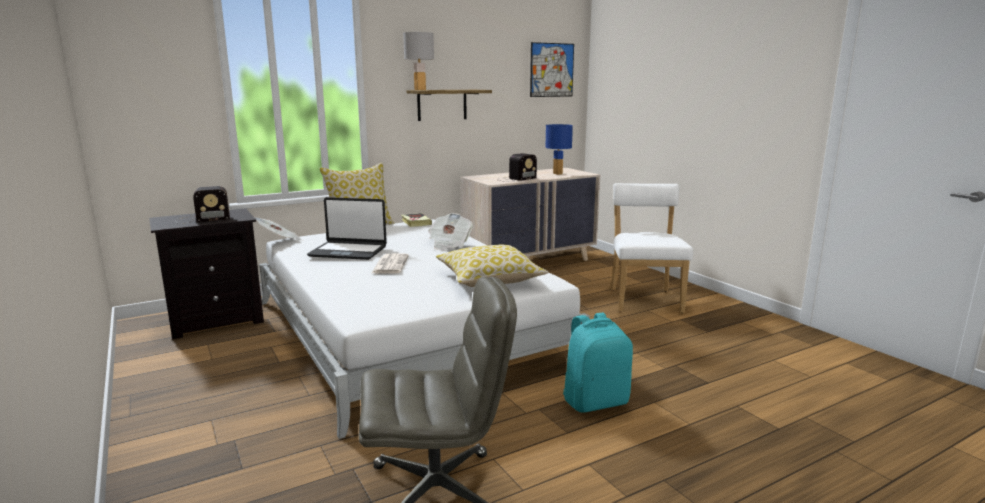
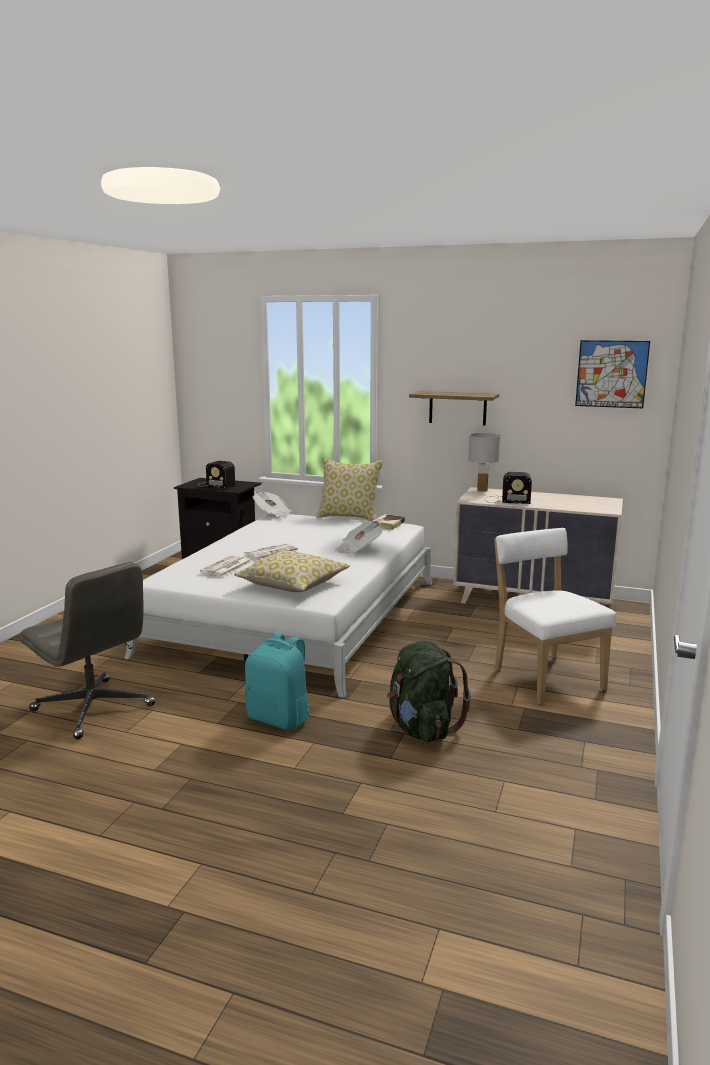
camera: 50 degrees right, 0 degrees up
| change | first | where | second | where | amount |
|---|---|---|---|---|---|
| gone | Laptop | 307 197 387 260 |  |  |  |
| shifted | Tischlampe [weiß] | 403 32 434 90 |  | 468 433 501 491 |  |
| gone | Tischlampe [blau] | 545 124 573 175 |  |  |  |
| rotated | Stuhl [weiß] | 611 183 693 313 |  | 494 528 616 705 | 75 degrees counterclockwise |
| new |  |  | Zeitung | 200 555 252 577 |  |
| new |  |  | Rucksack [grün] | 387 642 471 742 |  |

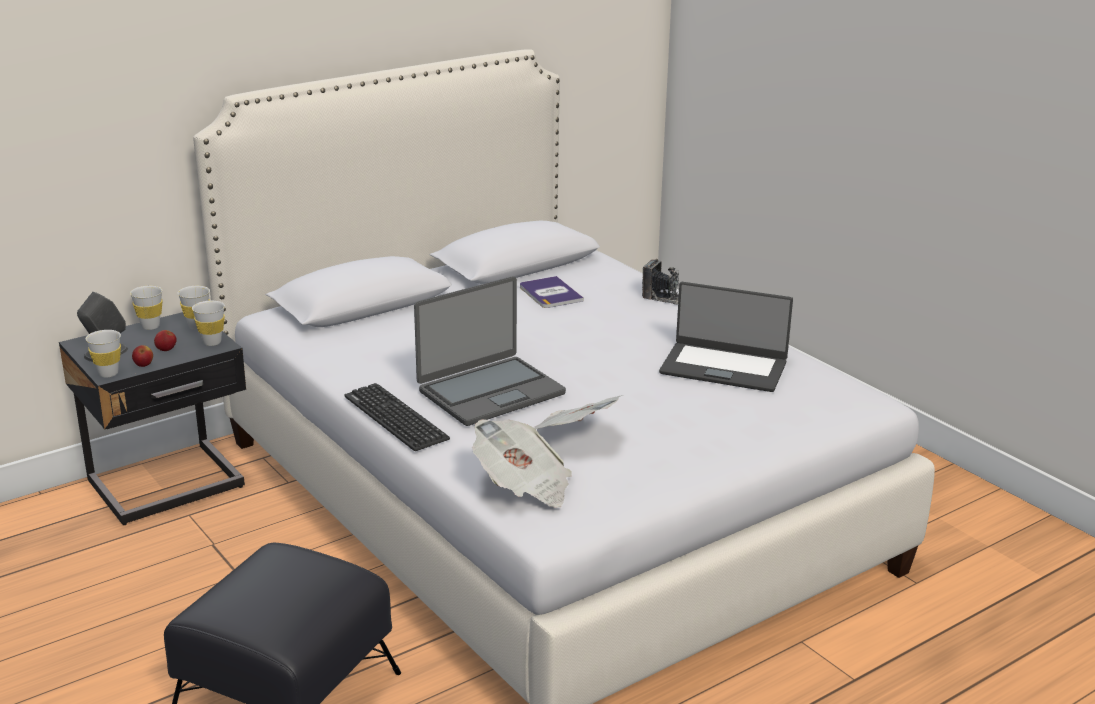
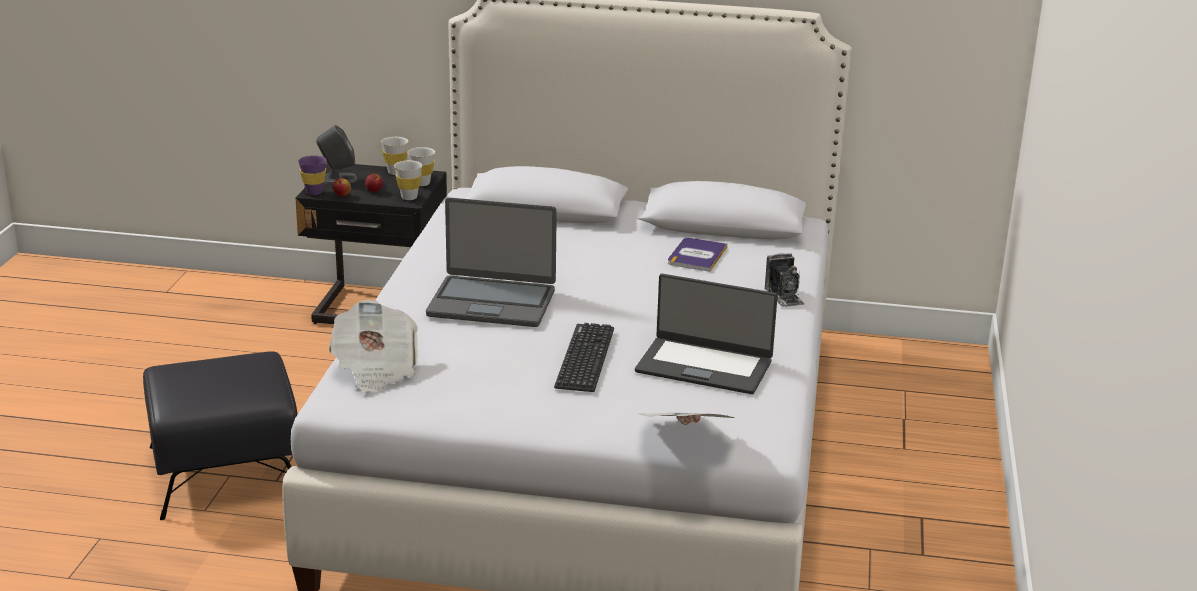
camera: 45 degrees right, 0 degrees up
| change | first | where | second | where | amount |
|---|---|---|---|---|---|
| repainted | Tasse [weiß] | 86 330 121 378 | Tasse [lila] | 298 155 327 195 |  |
| shifted | Tastatur | 344 383 450 451 |  | 554 323 614 392 |  |
| shifted | Zeitung | 535 395 623 429 |  | 638 413 734 425 |  |
| rotated | Laptop | 659 282 793 392 |  | 635 274 778 394 | 45 degrees counterclockwise |

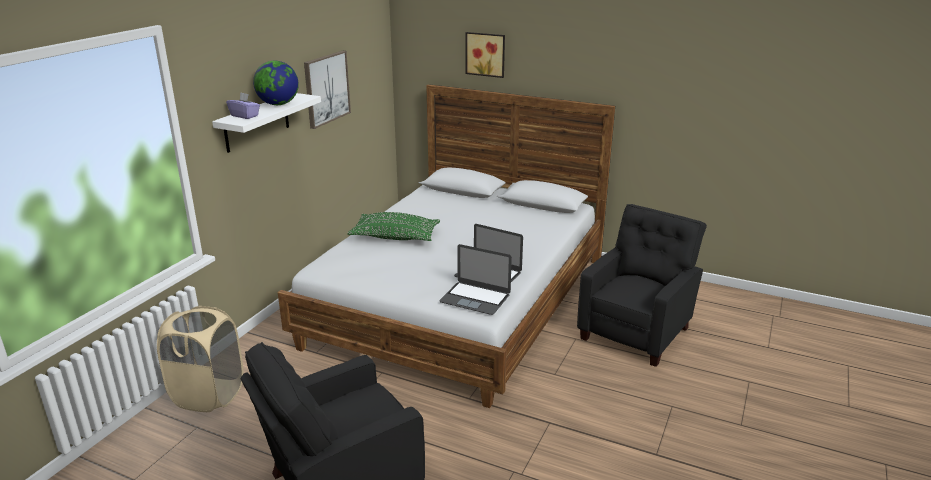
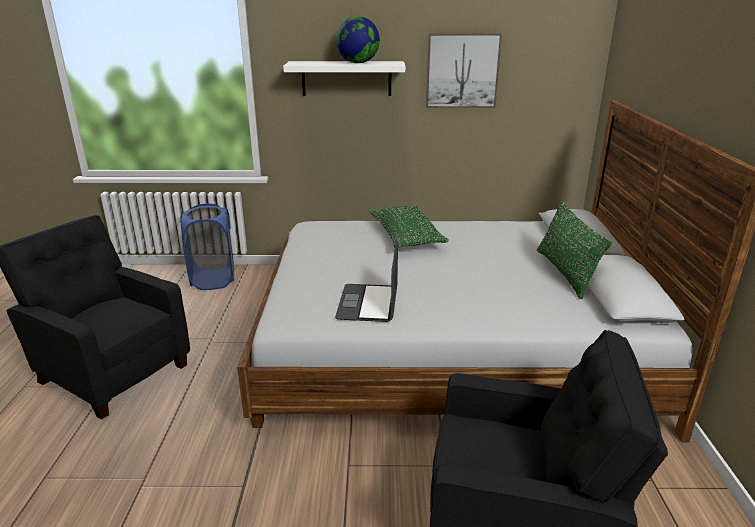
camera: 65 degrees right, 0 degrees up
| change | first | where | second | where | amount |
|---|---|---|---|---|---|
| repainted | Wäschekorb [beige] | 157 306 243 412 | Wäschekorb [blau] | 180 204 234 290 |  |
| gone | Taschentuchbox [lila] | 226 92 260 119 |  |  |  |
| gone | Laptop | 439 244 512 315 |  |  |  |
| gone | Bild | 466 32 505 78 |  |  |  |
| new |  |  | Kissen [grün] | 537 201 612 299 |  |

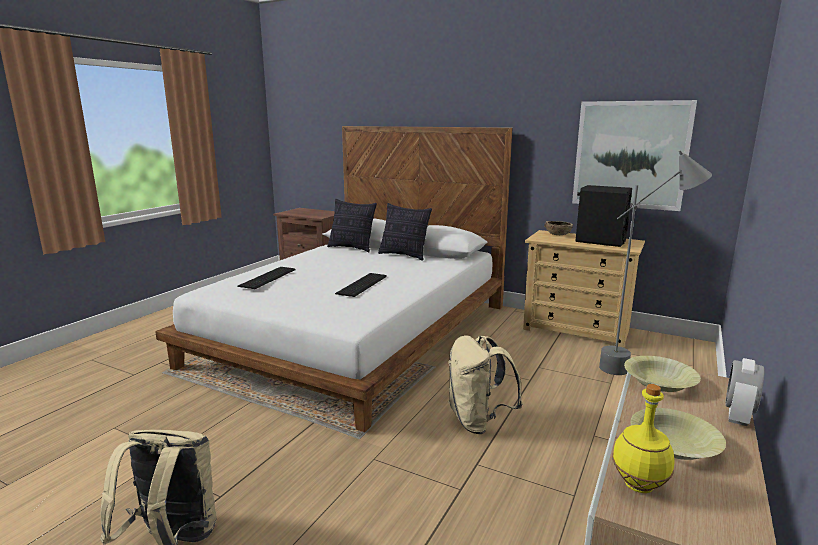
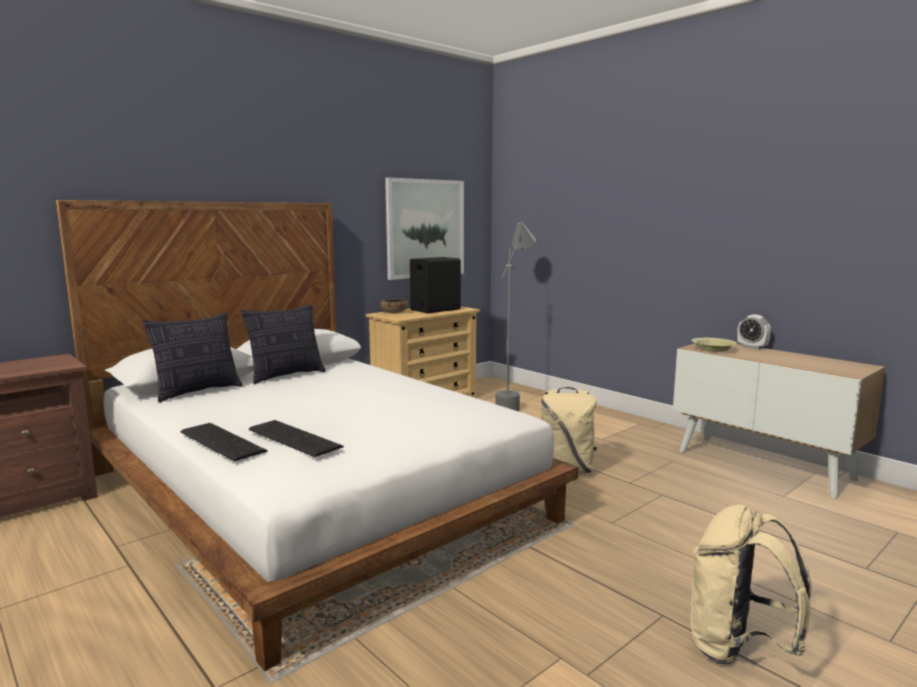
camera: 70 degrees left, 5 degrees down
| change | first | where | second | where | amount |
|---|---|---|---|---|---|
| shifted | Tastatur | 335 273 387 297 |  | 181 423 268 462 |  |
| gone | Flasche [gelb] | 612 384 674 493 |  |  |  |
| gone | Schüssel [gelb] | 631 408 726 460 |  |  |  |

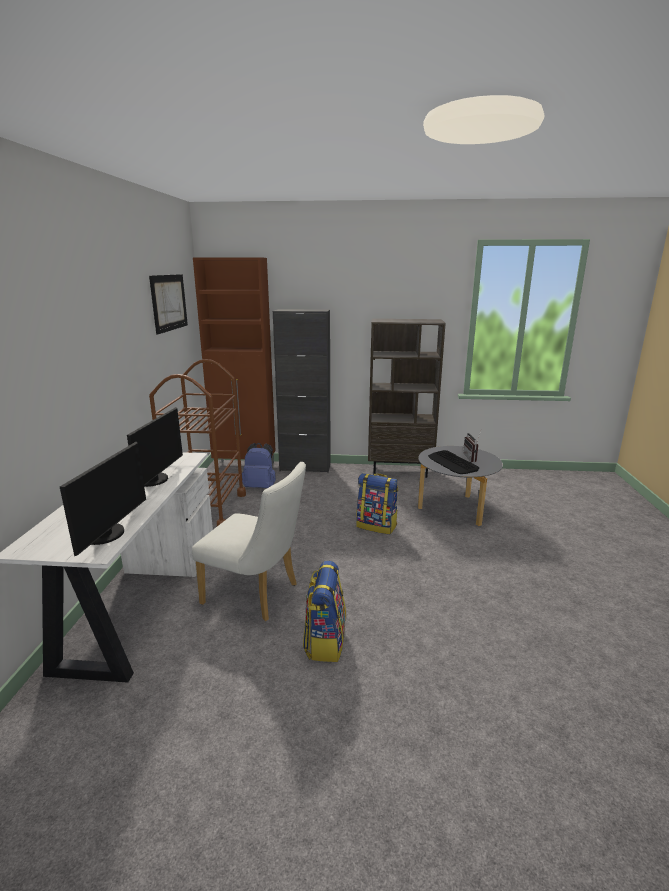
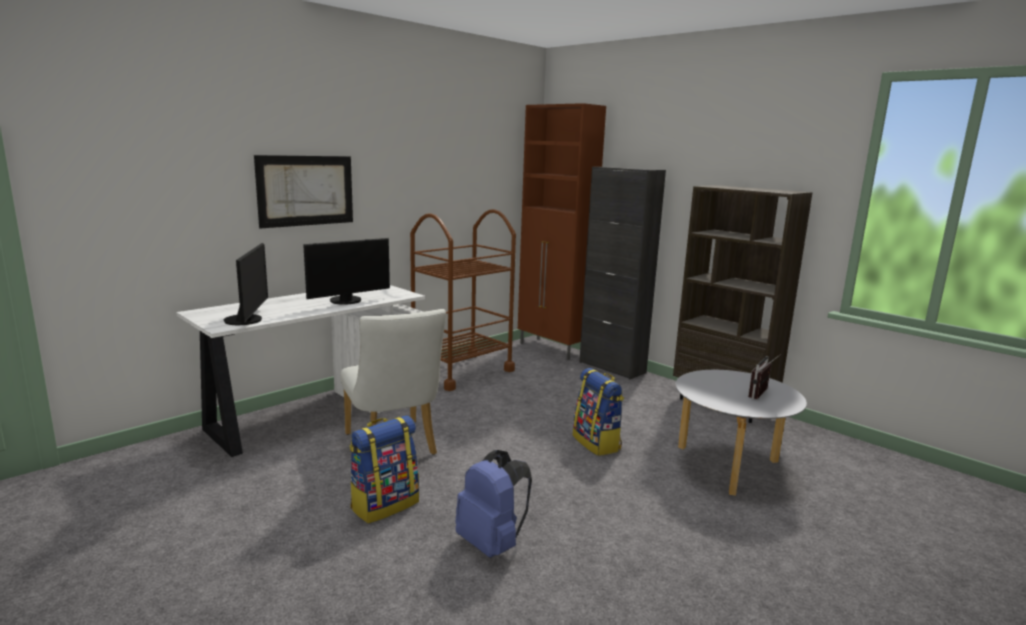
camera: 40 degrees right, 5 degrees down
| change | first | where | second | where | amount |
|---|---|---|---|---|---|
| rotated | Monitor | 60 442 146 556 |  | 224 243 268 325 | 60 degrees counterclockwise |
| shifted | Bild | 149 274 188 335 |  | 254 155 353 229 |  |
| shifted | Rucksack [blau] | 242 443 276 488 |  | 455 450 532 558 |  |
| gone | Tastatur | 428 450 479 474 |  |  |  |

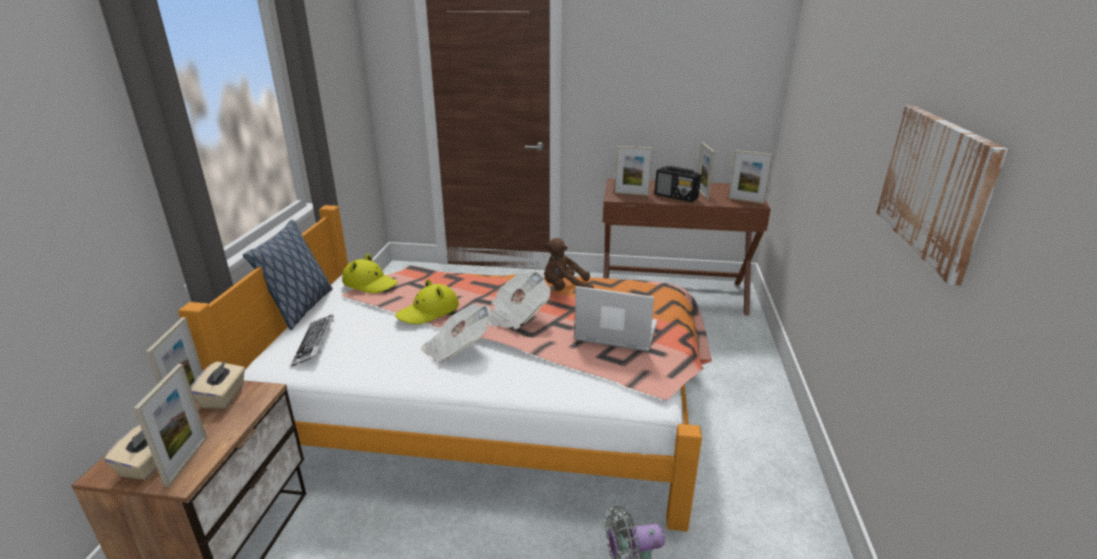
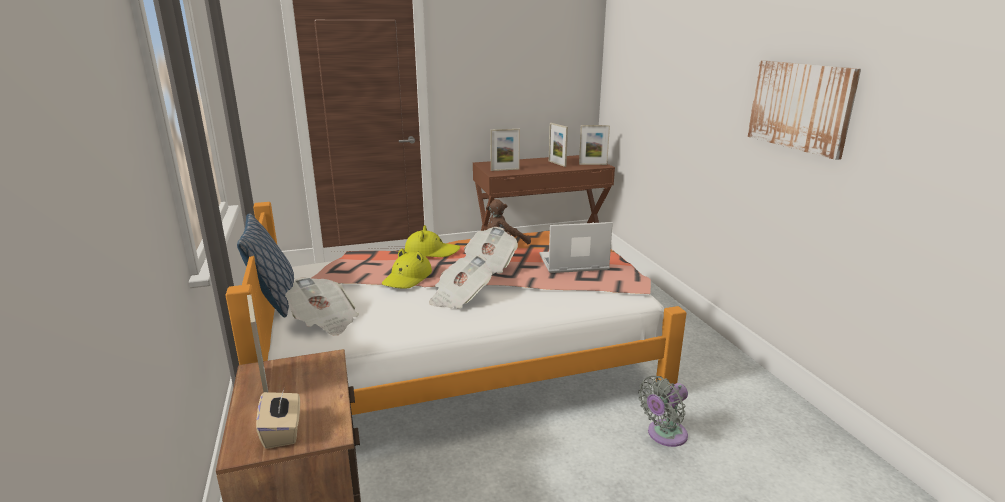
camera: 25 degrees left, 5 degrees down
| change | first | where | second | where | amount |
|---|---|---|---|---|---|
| gone | Bilderrahmen | 134 364 207 487 |  |  |  |
| gone | Taschentuchbox [beige] | 191 360 245 408 |  |  |  |
| swapped | Tastatur | 291 315 334 367 | Zeitung | 285 277 359 335 |  |
| shifted | Hut [gelb] | 342 254 398 293 |  | 405 225 460 257 |  |
| gone | Radio | 655 166 701 202 |  |  |  |

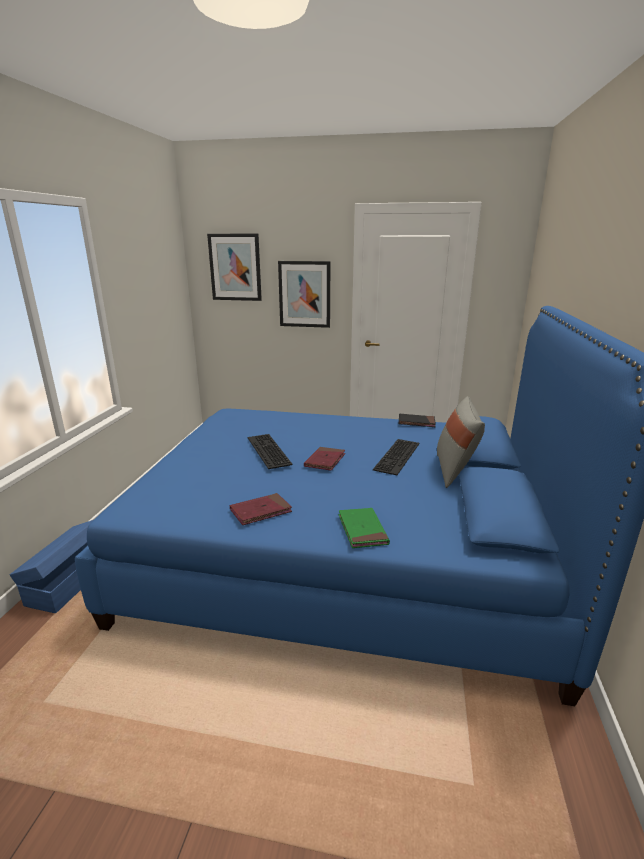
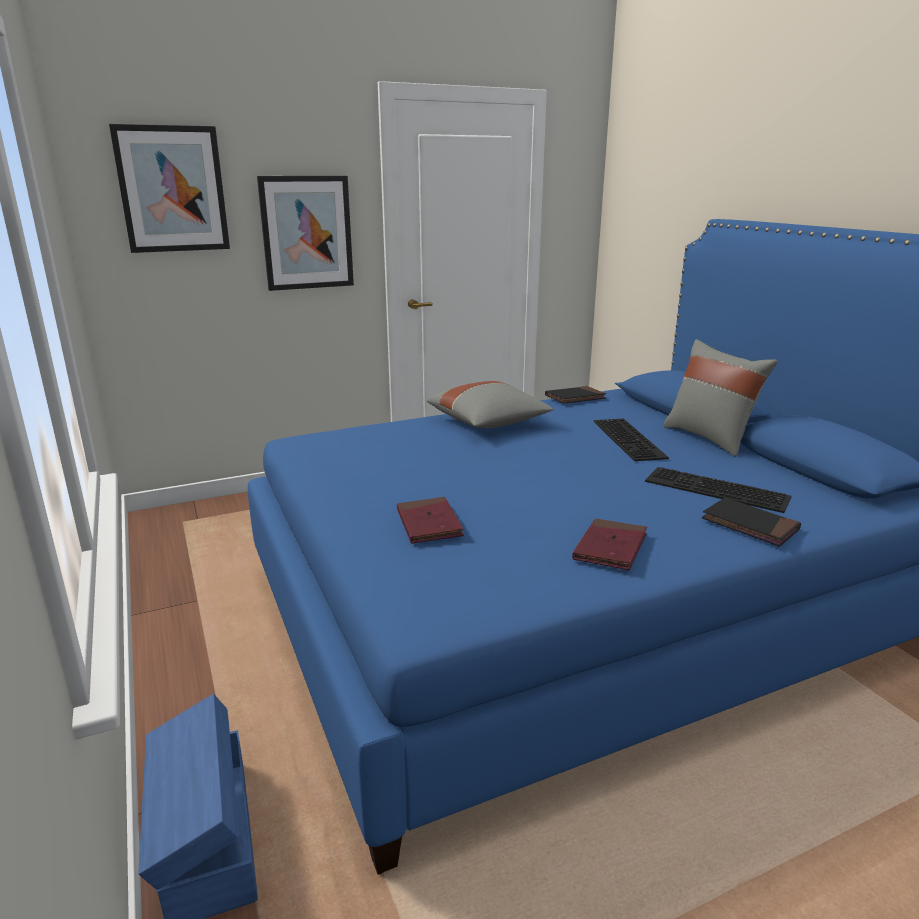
camera: 35 degrees left, 0 degrees up
| change | first | where | second | where | amount |
|---|---|---|---|---|---|
| shifted | Tastatur | 248 434 293 469 |  | 645 467 792 513 |  |
| shifted | Buch [rot] | 304 447 345 471 |  | 397 497 464 544 |  |
| repainted | Buch [grün] | 338 508 390 548 | Buch [schwarz] | 702 497 801 547 |  |
| new |  |  | Kissen [grau] | 427 381 553 428 |  |

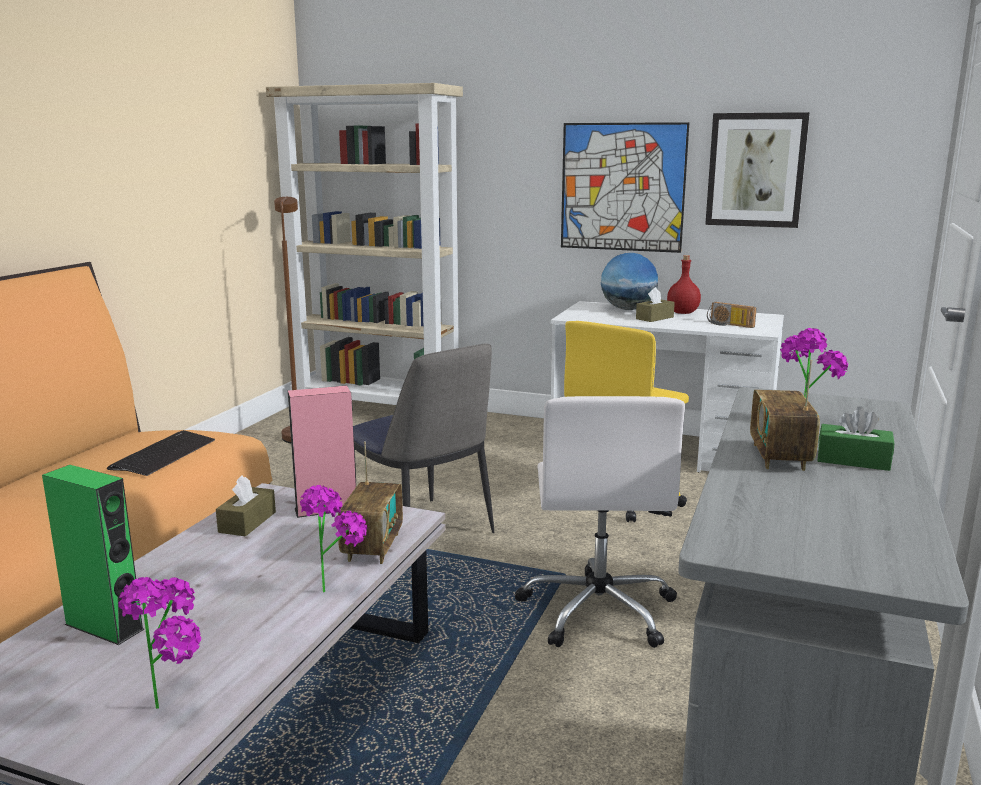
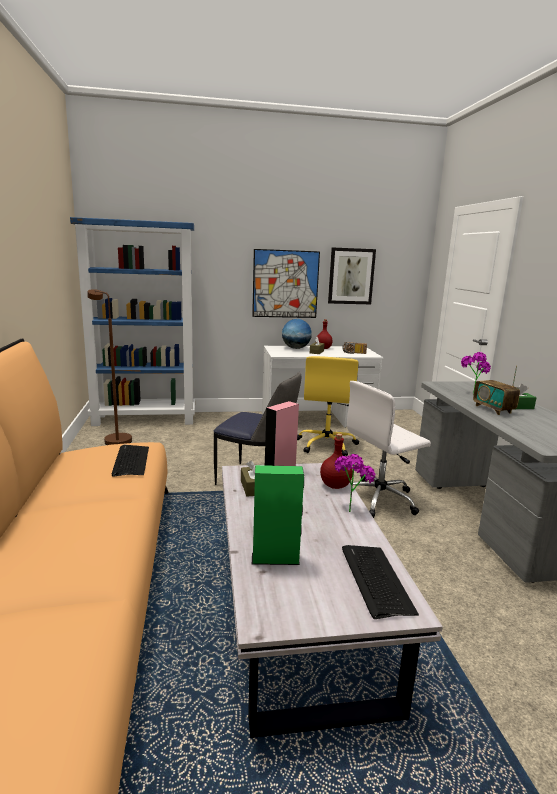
camera: 30 degrees left, 0 degrees up
| change | first | where | second | where | amount |
|---|---|---|---|---|---|
| swapped | Topfpflanze | 118 577 201 709 | Tastatur | 342 545 419 619 |  |
| repainted | Bücherregal [beige] | 266 83 463 405 | Bücherregal [blau] | 70 217 195 426 |  |
| swapped | Radio | 338 441 403 564 | Flasche [rot] | 320 433 353 489 |  |
| rotated | Bürostuhl [weiß] | 514 396 685 648 |  | 347 381 431 518 | 90 degrees clockwise |

